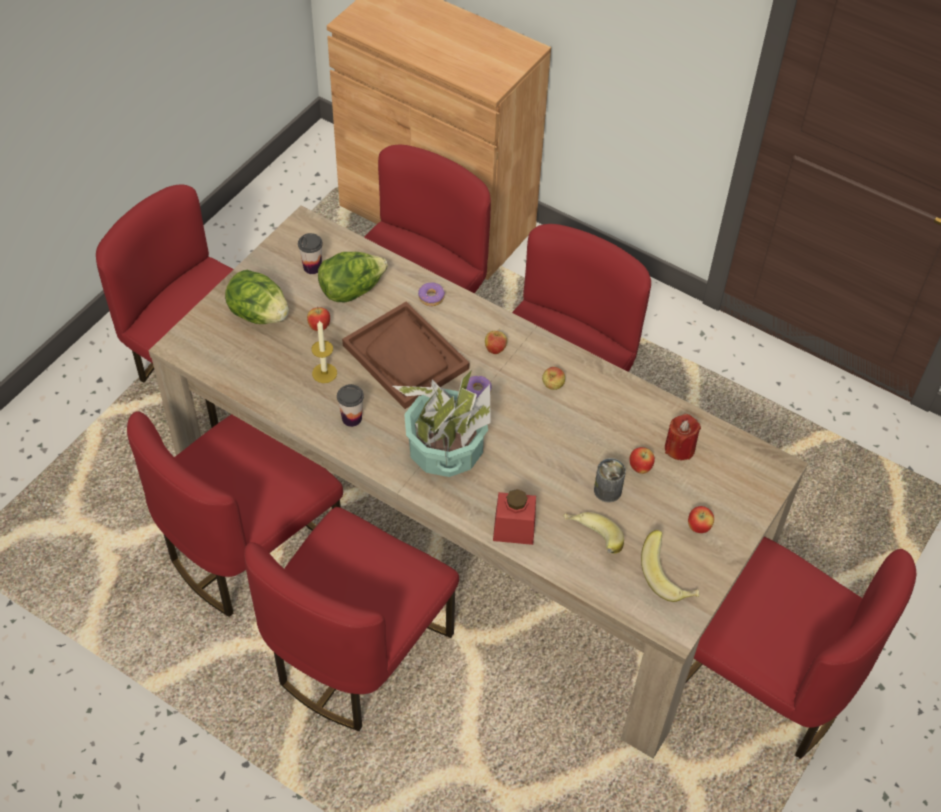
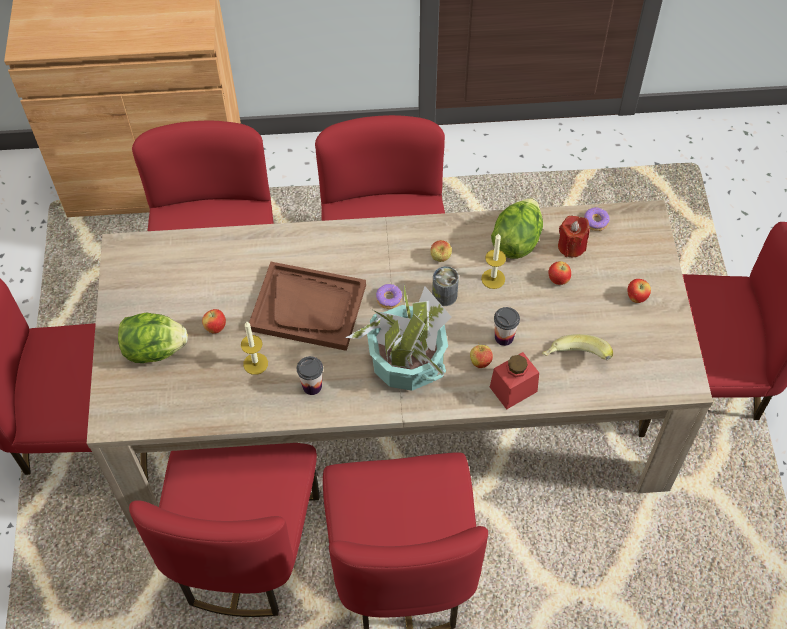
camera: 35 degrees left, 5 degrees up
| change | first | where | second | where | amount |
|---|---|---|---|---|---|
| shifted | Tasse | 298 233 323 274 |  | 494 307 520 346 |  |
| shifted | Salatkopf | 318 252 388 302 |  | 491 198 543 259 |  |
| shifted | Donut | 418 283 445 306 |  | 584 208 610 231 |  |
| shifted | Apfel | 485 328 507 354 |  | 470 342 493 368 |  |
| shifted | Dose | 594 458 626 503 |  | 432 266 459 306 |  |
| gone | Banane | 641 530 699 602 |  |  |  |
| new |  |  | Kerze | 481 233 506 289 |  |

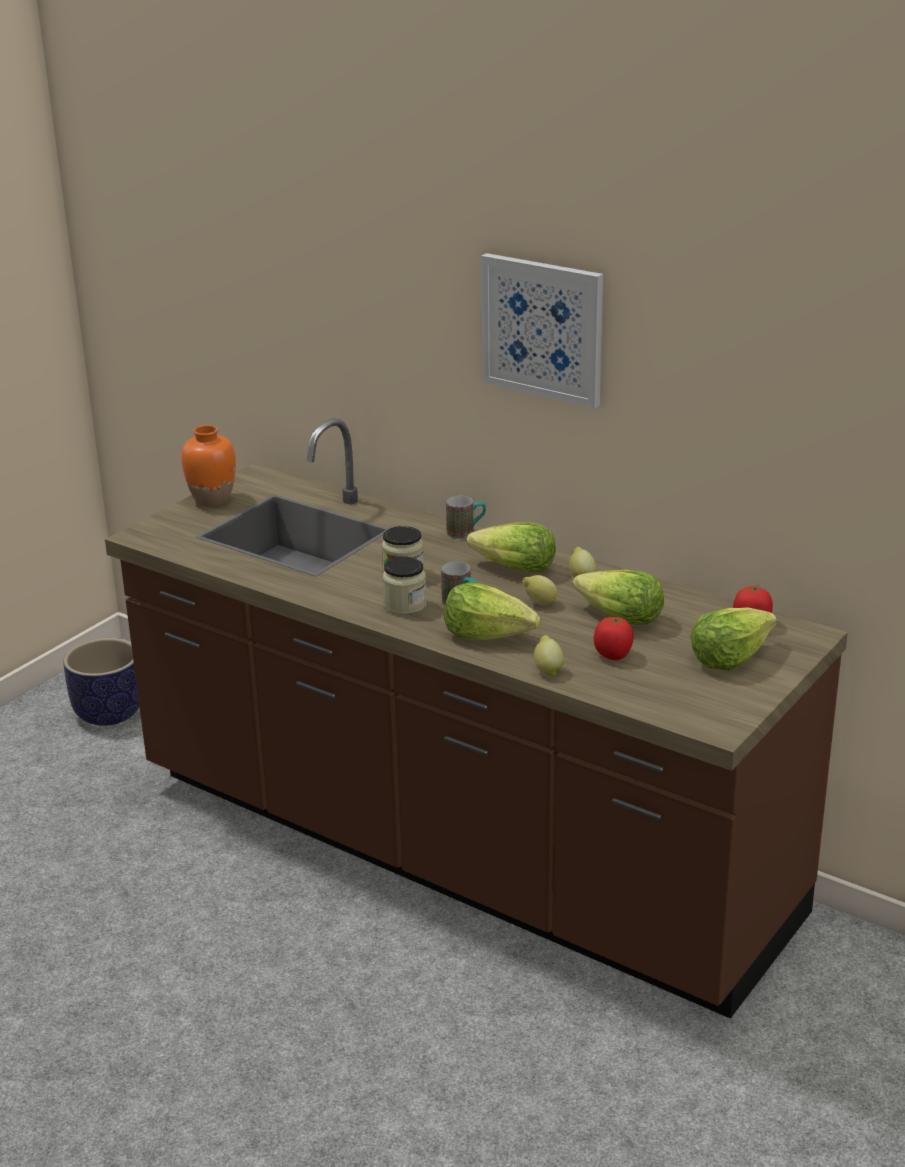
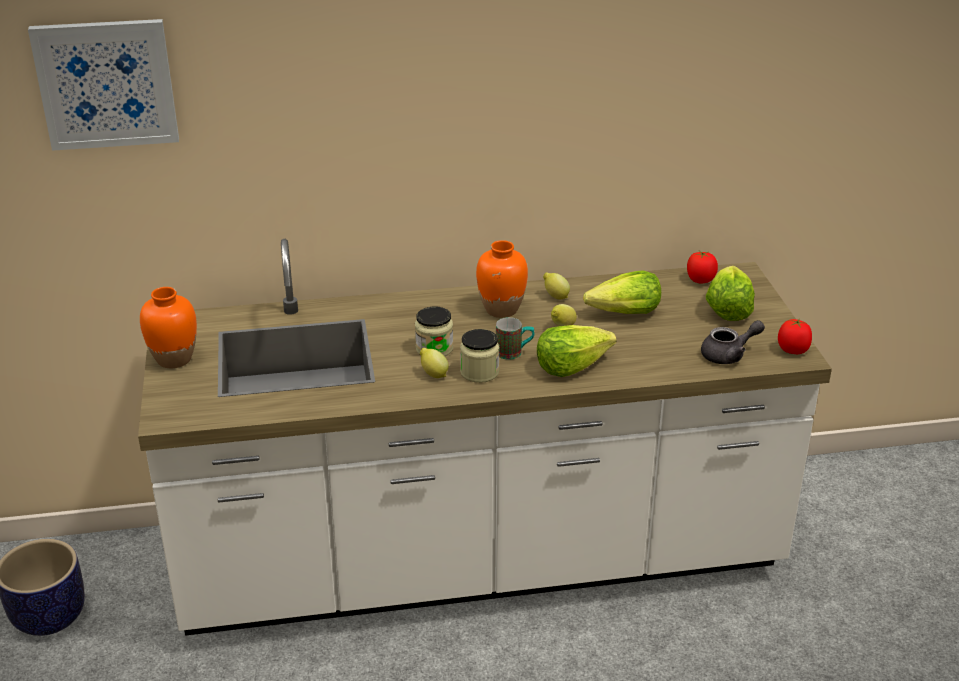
camera: 45 degrees left, 5 degrees up
| change | first | where | second | where | amount |
|---|---|---|---|---|---|
| repainted | Küchenzeile [braun] | 105 418 848 1019 | Küchenzeile [weiß] | 138 239 832 636 |  |
| gone | Henkelbecher | 446 496 486 539 |  |  |  |
| swapped | Salatkopf | 467 522 556 573 | Vase [orange] | 476 240 528 318 |  |
| shifted | Bild | 481 253 603 408 |  | 28 19 179 151 |  |
| shifted | Zitrone | 534 635 564 676 |  | 420 348 449 378 |  |
| shifted | Tomate | 594 617 634 660 |  | 778 318 812 354 |  |
| new |  |  | Teekanne [grau] | 701 320 765 364 |  |

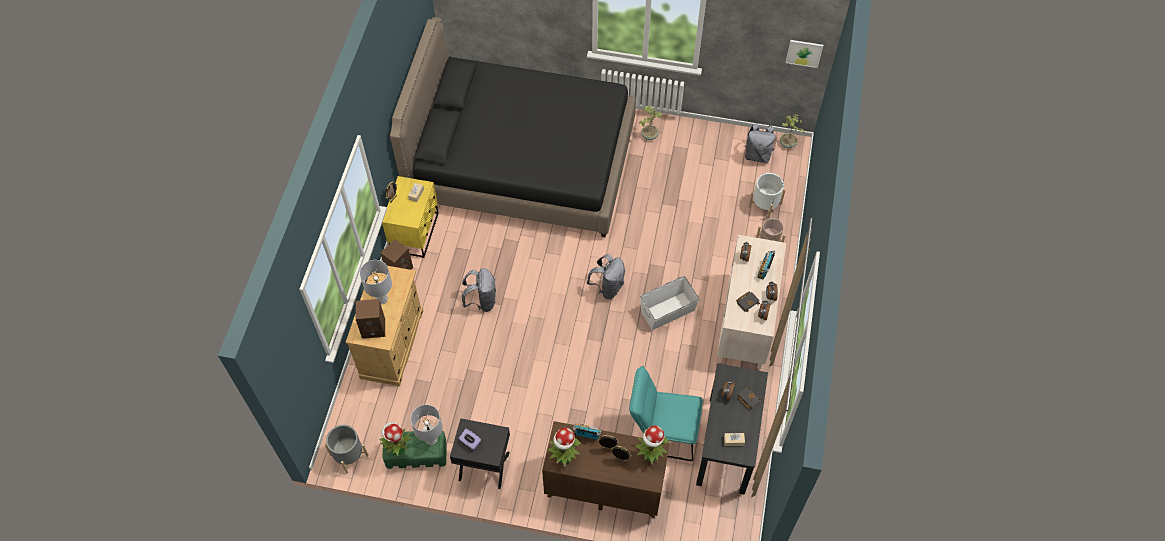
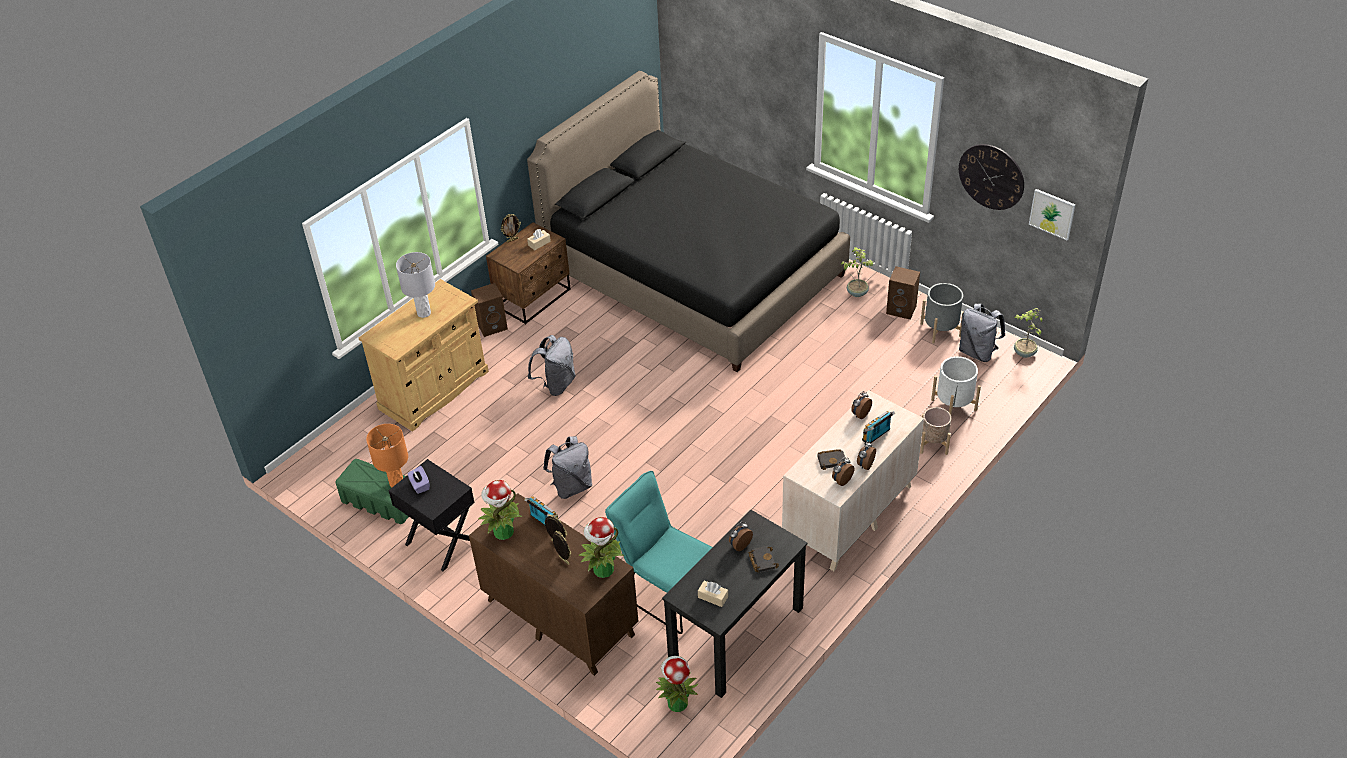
camera: 30 degrees right, 15 degrees down
| change | first | where | second | where | amount |
|---|---|---|---|---|---|
| shifted | Pflanzkübel [grau] | 325 425 369 474 |  | 920 283 964 343 |  |
| shifted | Lautsprecher [braun] | 355 299 385 339 |  | 886 266 920 320 |  |
| shifted | Topfpflanze | 379 422 411 456 |  | 656 656 699 712 |  |
| repainted | Nachttisch [gelb] | 382 176 439 258 | Nachttisch [braun] | 486 222 570 324 |  |
| repainted | Tischlampe [grau] | 411 405 443 445 | Tischlampe [orange] | 366 424 408 488 |  |
| shifted | Rucksack [grau] | 587 254 625 299 |  | 543 436 592 499 |  |
| gone | Aufbewahrungsbox [weiß] | 640 276 700 330 |  |  |  |
| new |  |  | Wanduhr | 959 144 1024 210 |  |

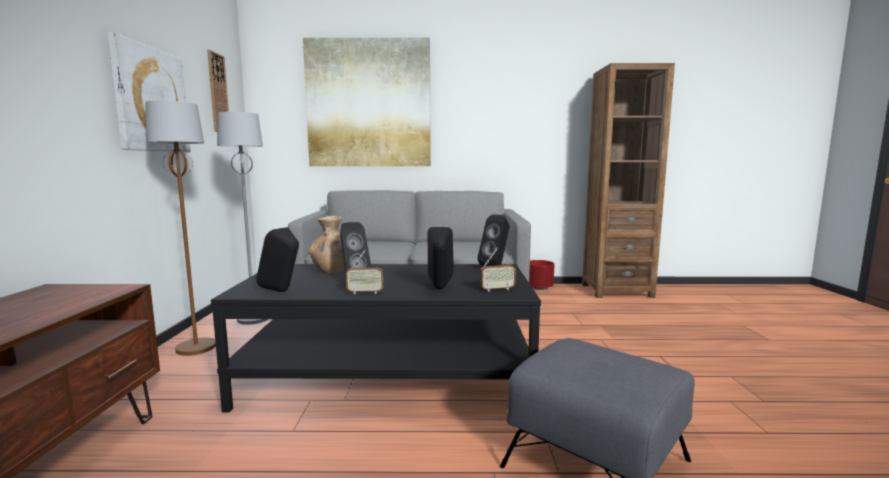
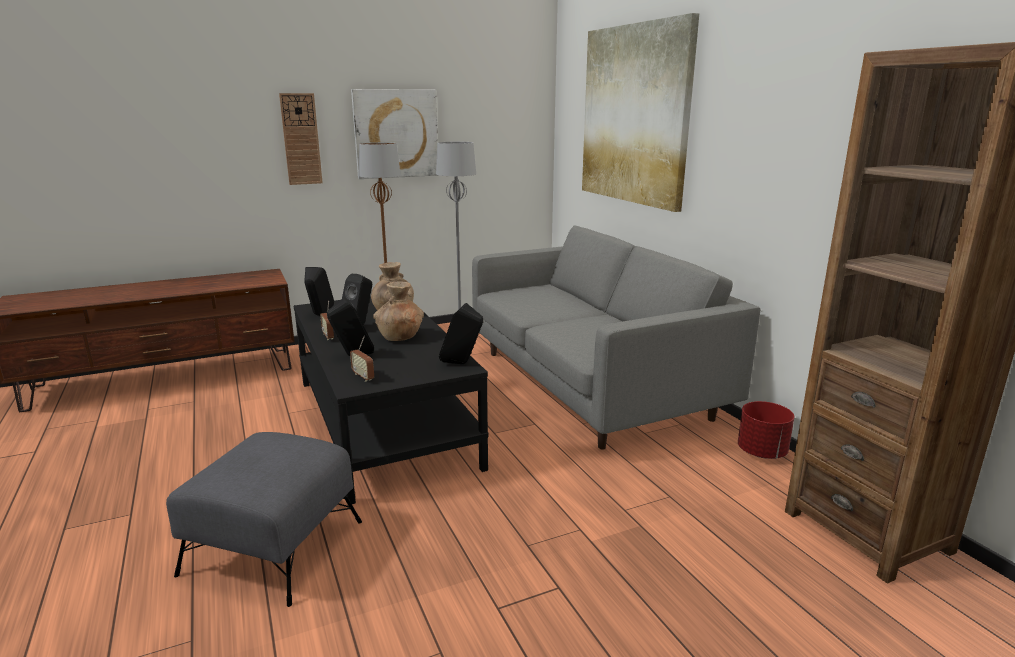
camera: 65 degrees right, 10 degrees up
| change | first | where | second | where | amount |
|---|---|---|---|---|---|
| shifted | Wanduhr | 207 50 229 132 |  | 279 93 323 185 |  |
| new |  |  | Vase [braun] | 373 281 424 341 |  |

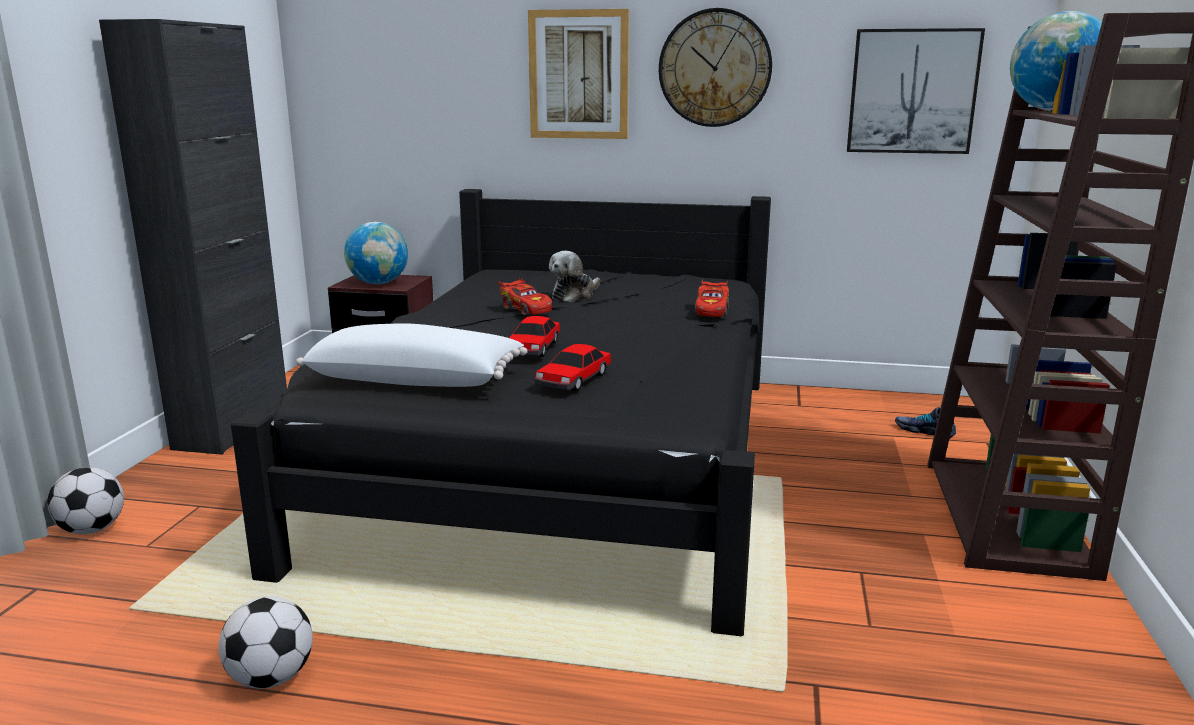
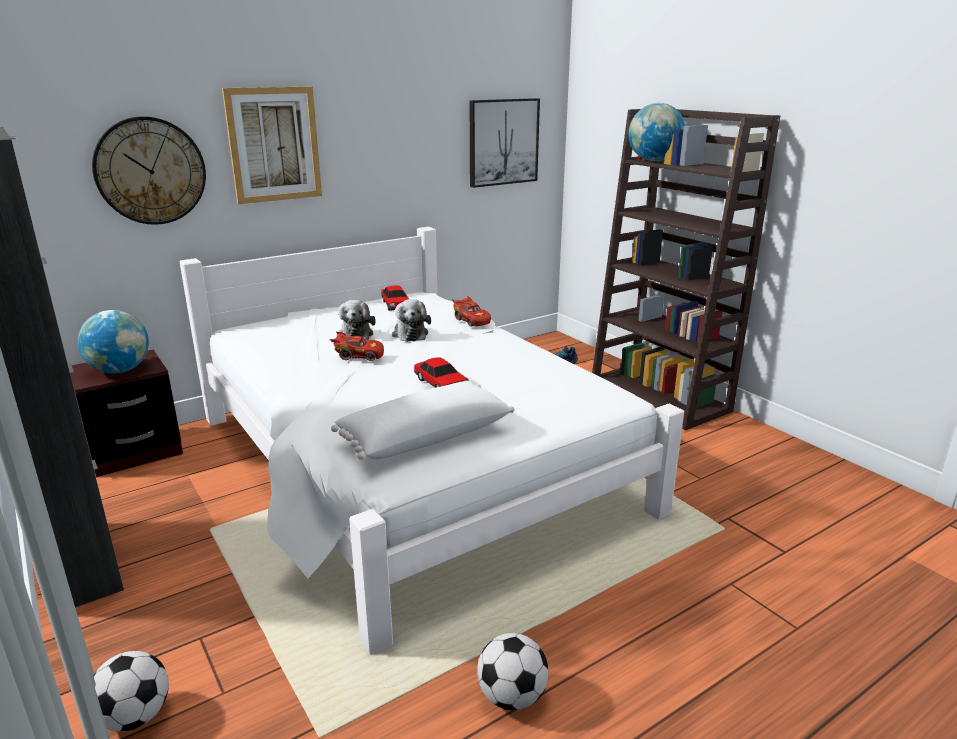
camera: 45 degrees left, 5 degrees up
| change | first | where | second | where | amount |
|---|---|---|---|---|---|
| repainted | Bett [schwarz] | 231 189 771 636 | Bett [weiß] | 180 227 684 655 |  |
| shifted | Spielzeugauto | 535 344 611 391 |  | 381 286 409 310 |  |
| shifted | Wanduhr | 659 8 772 127 |  | 92 116 206 225 |  |
| new |  |  | Plüschtier | 392 299 431 342 |  |

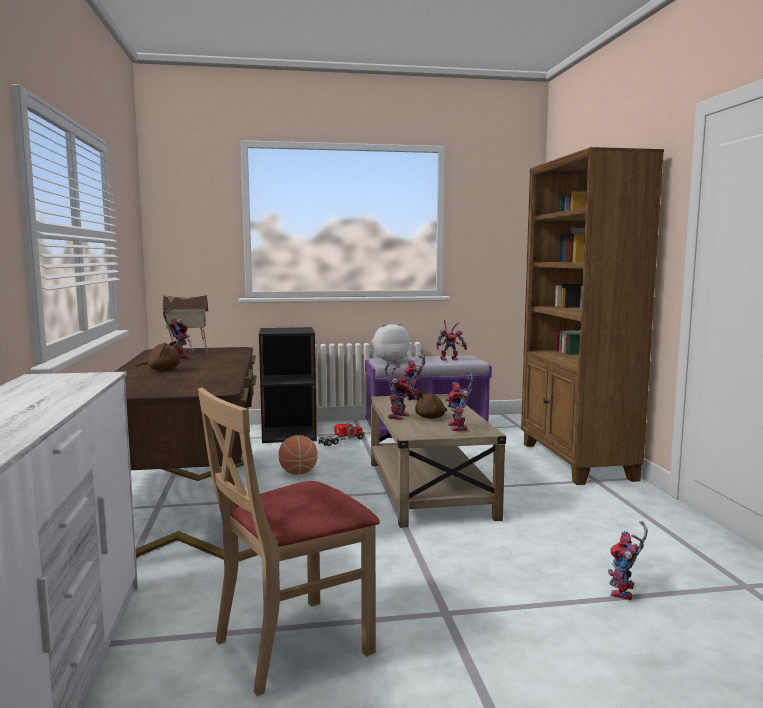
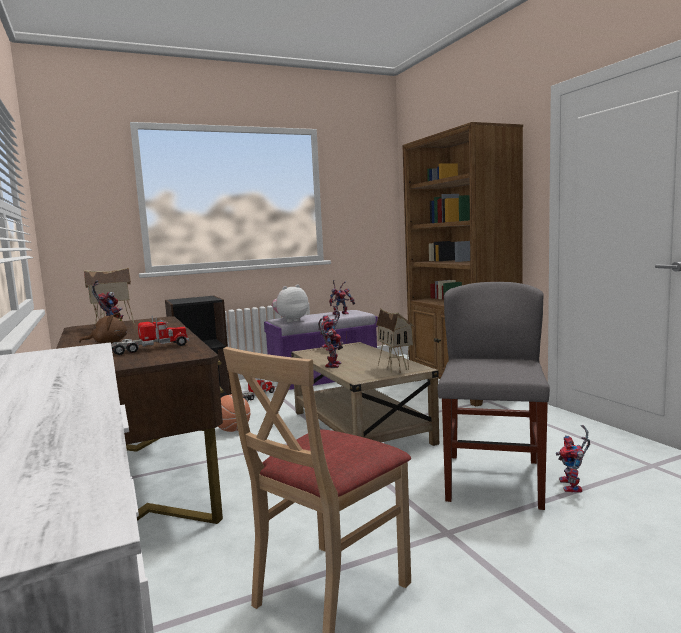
camera: 15 degrees left, 0 degrees up
| change | first | where | second | where | amount |
|---|---|---|---|---|---|
| gone | Plüschtier [braun] | 415 391 447 419 |  |  |  |
| swapped | Spielzeugroboter | 445 370 474 431 | Spielzeughaus | 376 308 414 373 |  |
| new |  |  | Spielzeuglaster | 111 315 189 355 |  |
| new |  |  | Stuhl [grau] | 438 282 550 510 |  |

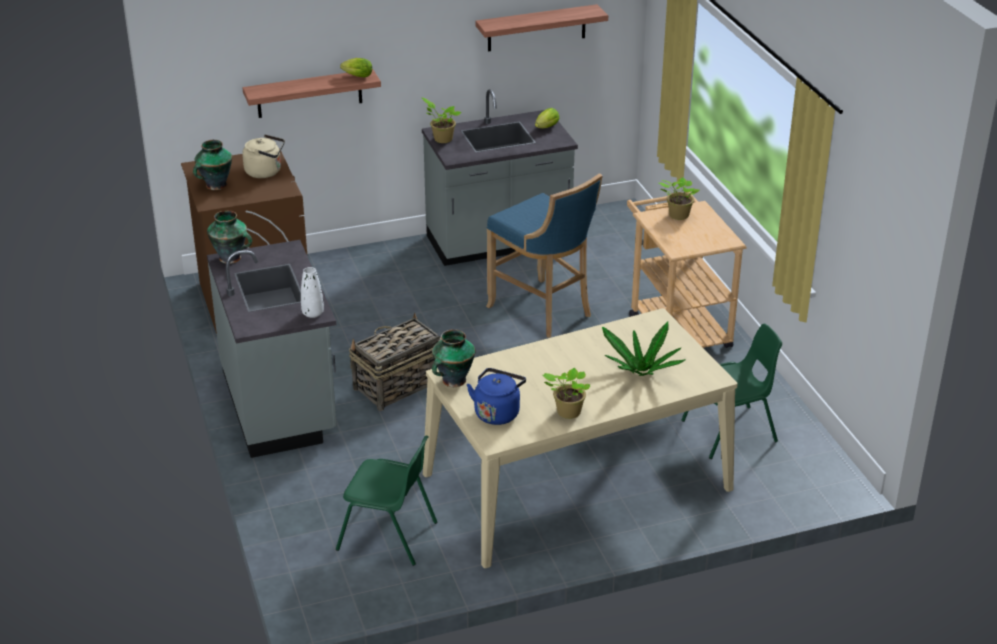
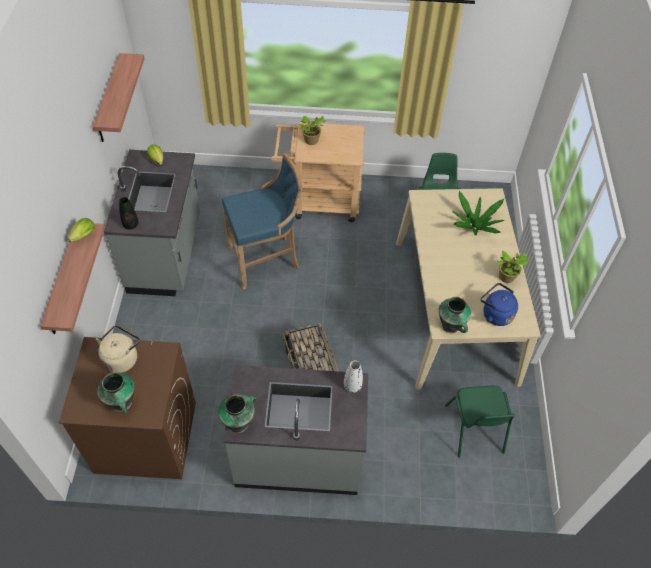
camera: 70 degrees left, 20 degrees up
| change | first | where | second | where | amount |
|---|---|---|---|---|---|
| rotated | Stuhl [grün] | 336 435 437 566 |  | 445 385 515 458 | 135 degrees clockwise |
| swapped | Topfpflanze | 422 98 461 143 | Vase [schwarz] | 119 197 139 230 |  |

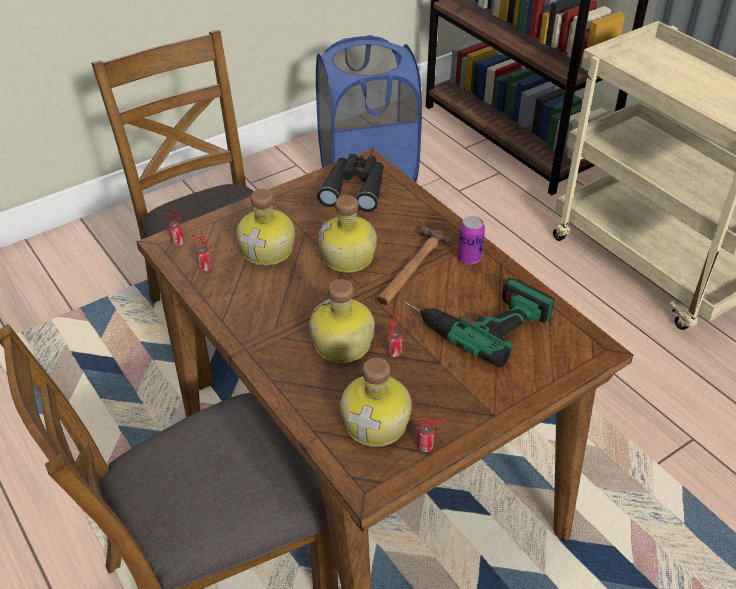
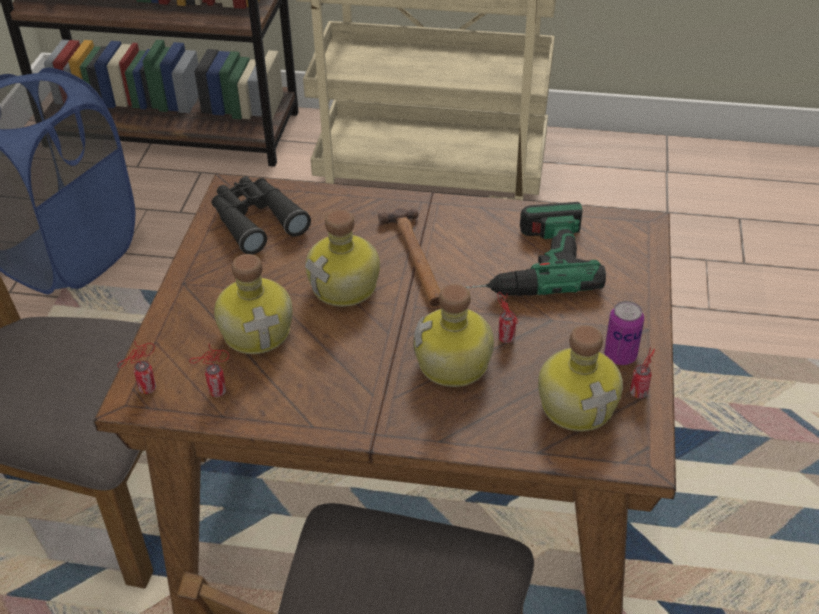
camera: 45 degrees left, 0 degrees up
| change | first | where | second | where | amount |
|---|---|---|---|---|---|
| shifted | Dose | 457 216 485 265 |  | 604 301 644 365 |  |

